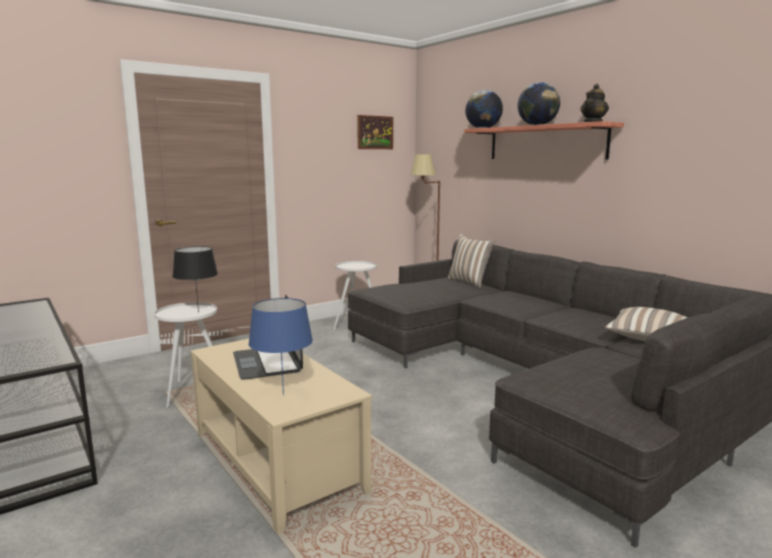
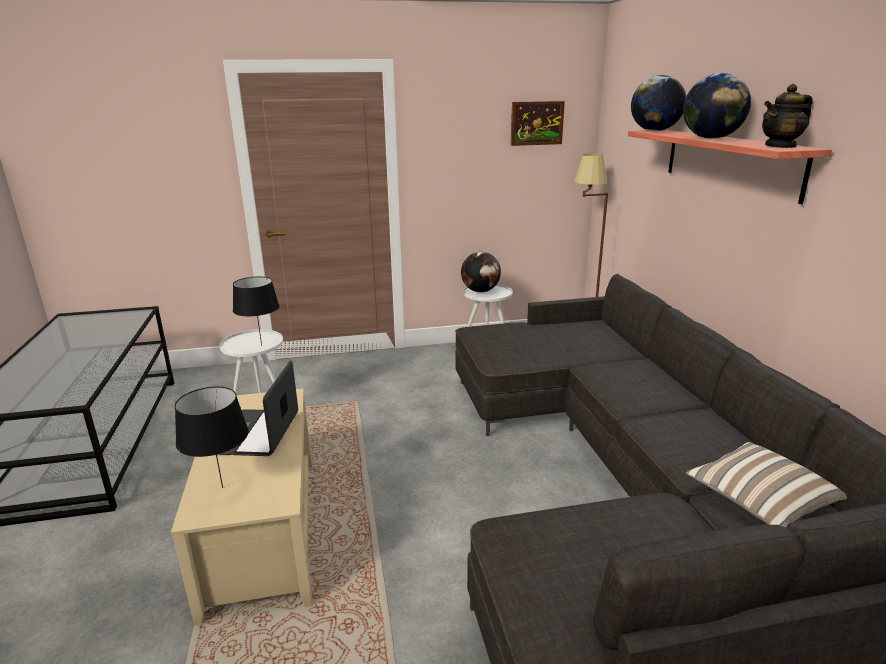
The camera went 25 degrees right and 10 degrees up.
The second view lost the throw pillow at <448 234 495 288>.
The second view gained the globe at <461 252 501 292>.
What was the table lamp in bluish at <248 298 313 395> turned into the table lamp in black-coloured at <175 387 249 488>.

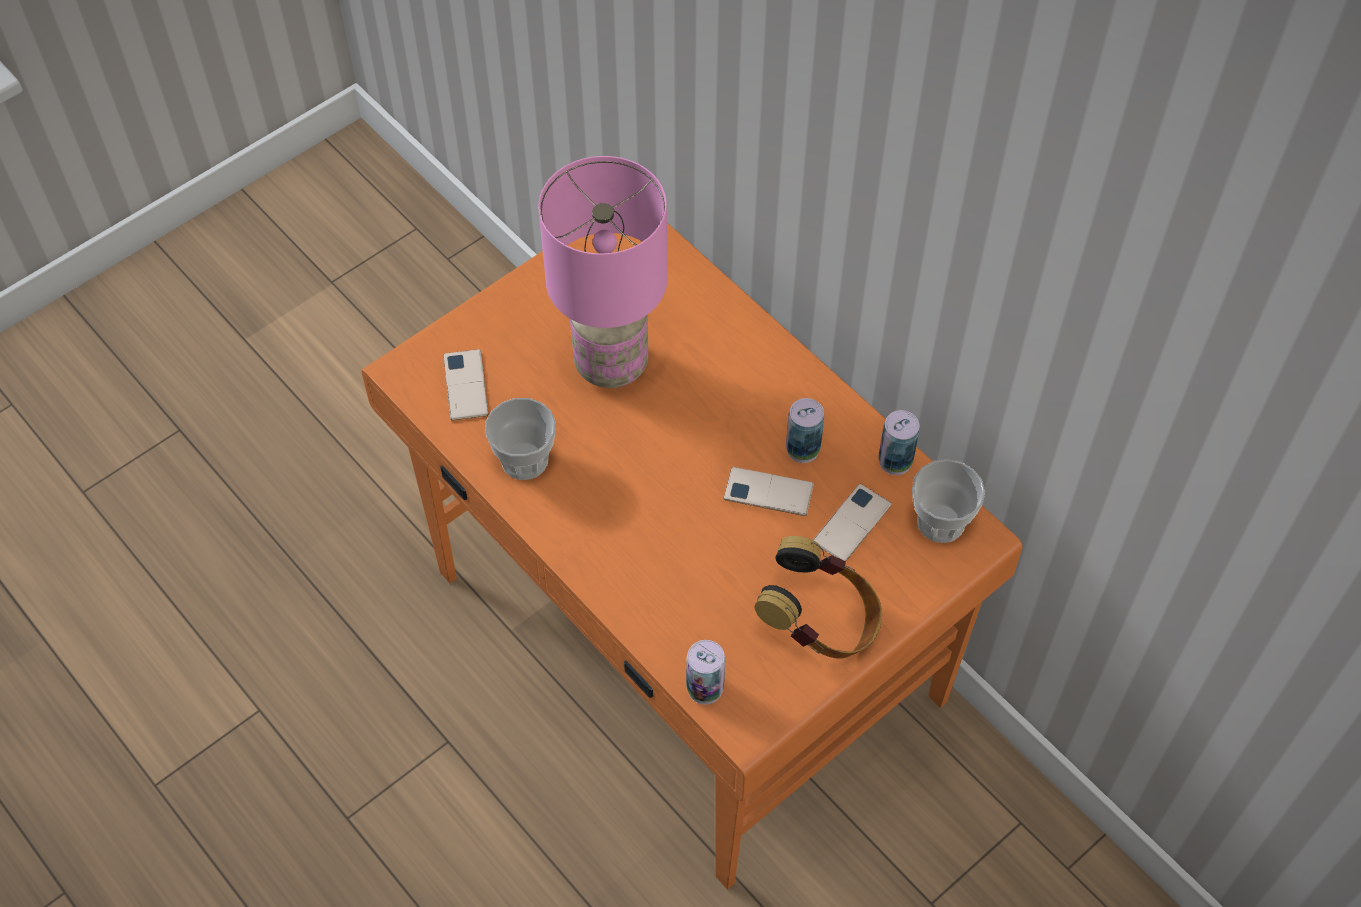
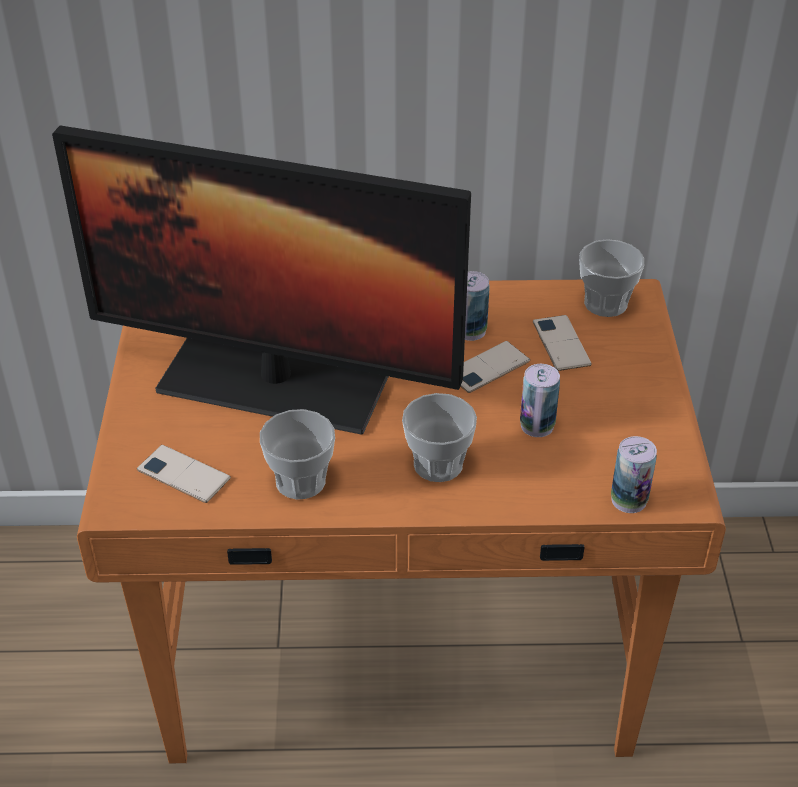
The camera went 50 degrees left and 15 degrees down.
The second view lost the headset at <755 536 882 659>.
The second view gained the drinking cup at <402 393 477 482>.
The metal can ended up elsewhere, having gone from <879 410 920 475> to <520 364 560 437>.
Where the table lamp in pink-coloured stood at <538 156 668 388>, the computer screen came to stand at <52 126 471 435>.

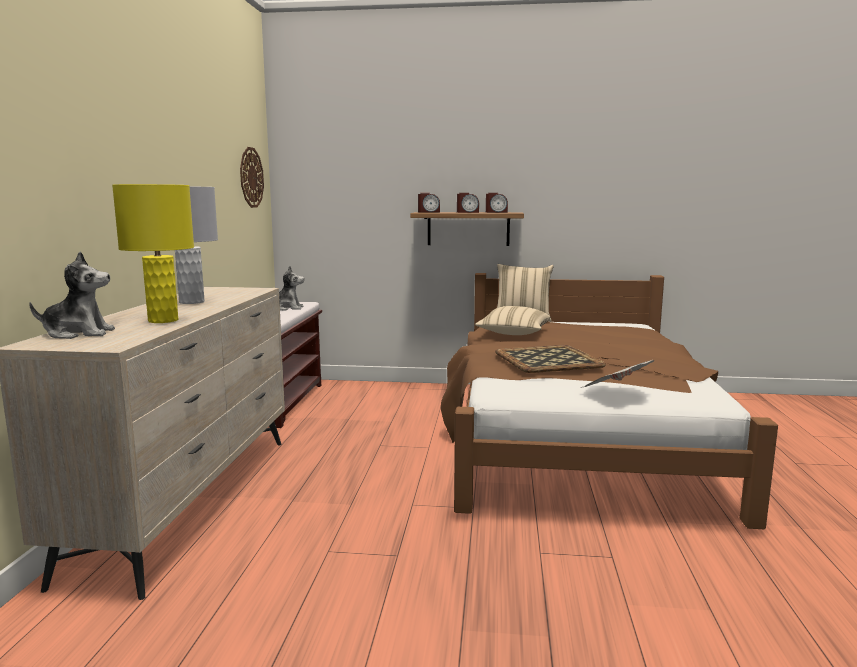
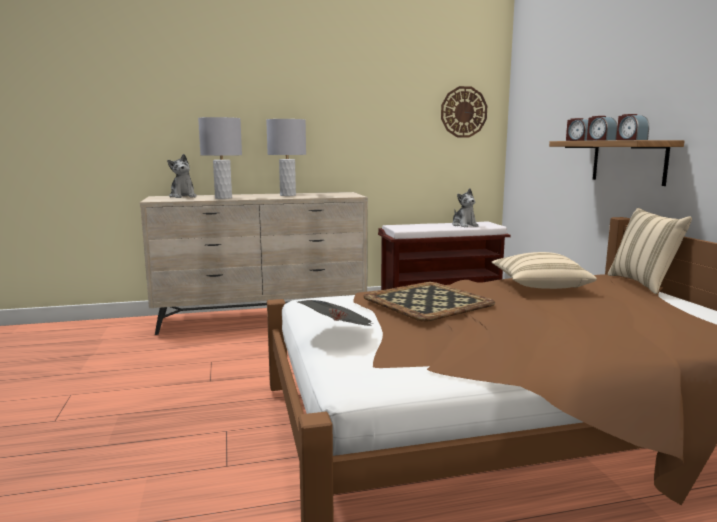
The camera went 70 degrees right and 0 degrees up.
What was the table lamp in yellow at <112 184 194 323> turned into the table lamp in greyish at <198 117 242 199>.

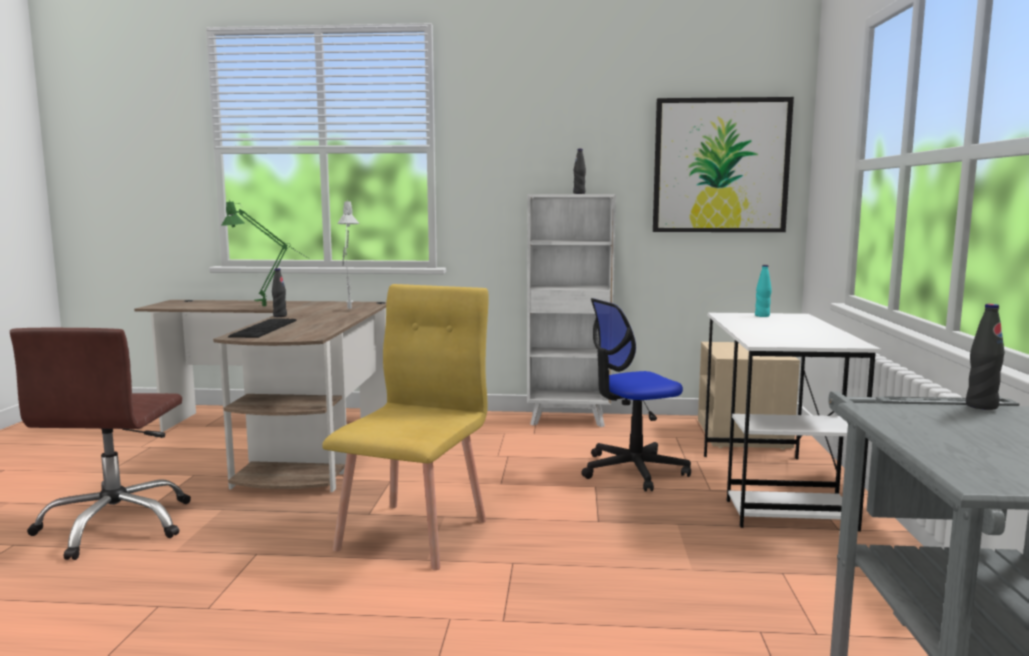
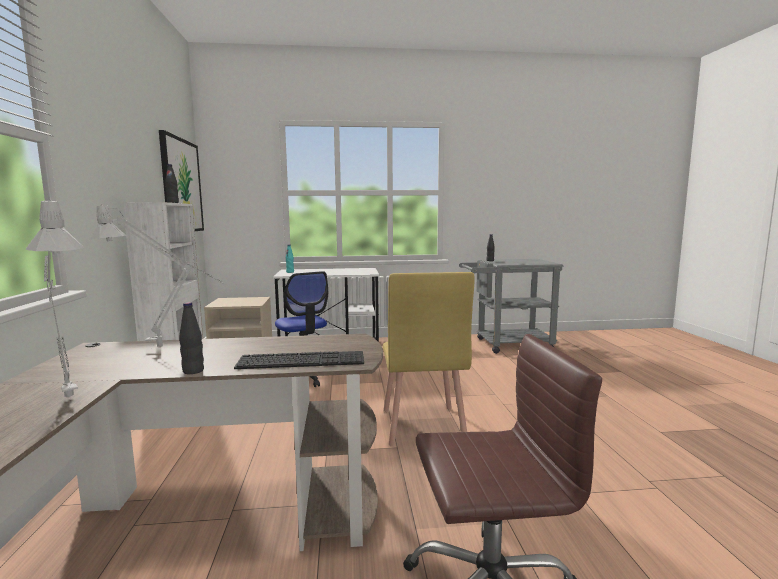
The camera went 100 degrees left and 0 degrees up.
What was the table lamp in green at <221 200 309 306> turned into the table lamp in greyish at <25 197 84 398>.
The chair in yellow at <322 284 489 570> ended up facing another way, 105 degrees counterclockwise from before.

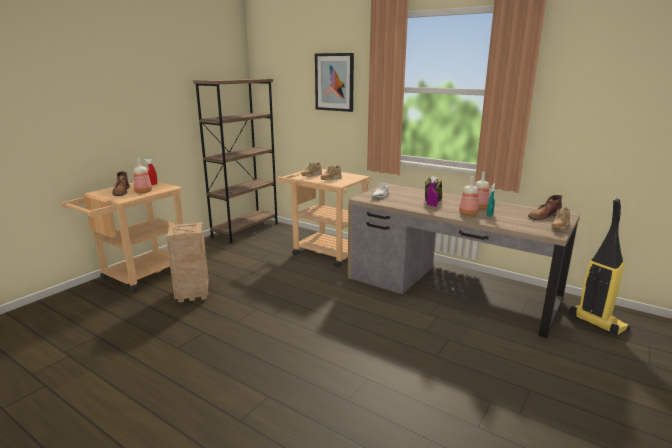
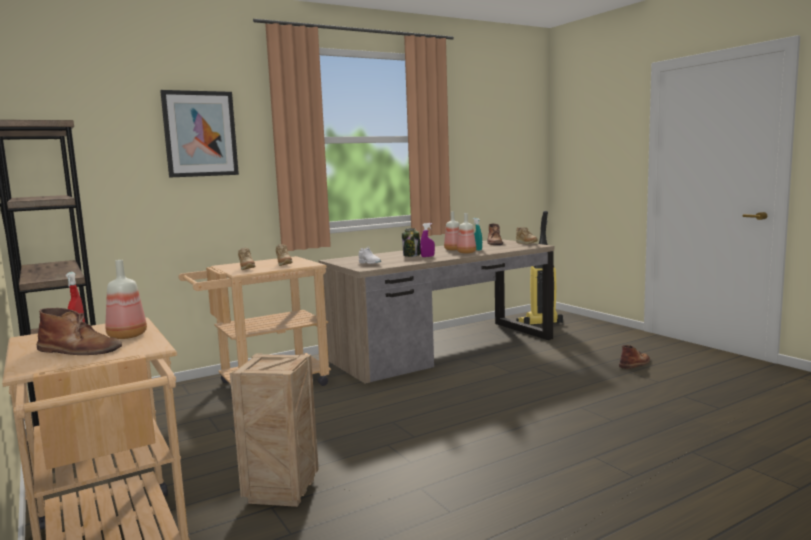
The camera went 65 degrees left and 10 degrees down.
The second view gained the tall boot in brown at <619 345 650 369>.

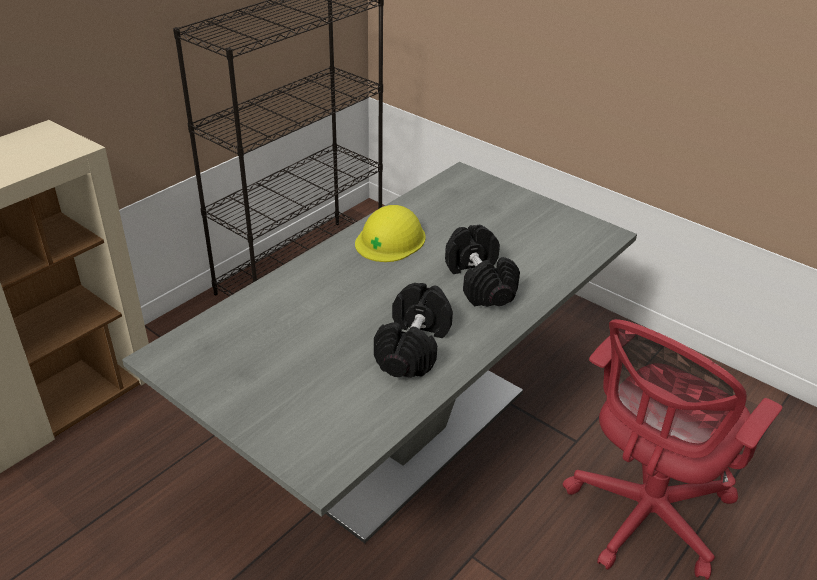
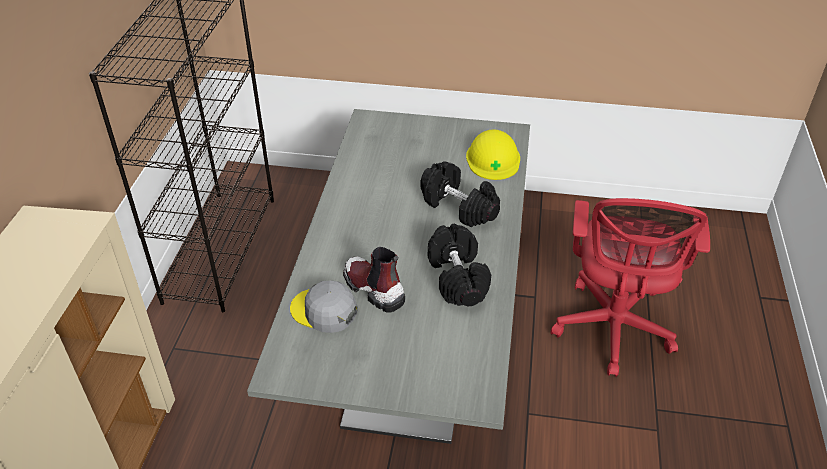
The camera went 30 degrees left and 5 degrees up.
The second view gained the peaked cap in greyish at <290 281 357 333>.
The second view gained the tall boot at <343 247 405 312>.
The safety helmet in yellow ended up elsewhere, having gone from <355 205 426 262> to <466 129 520 180>.

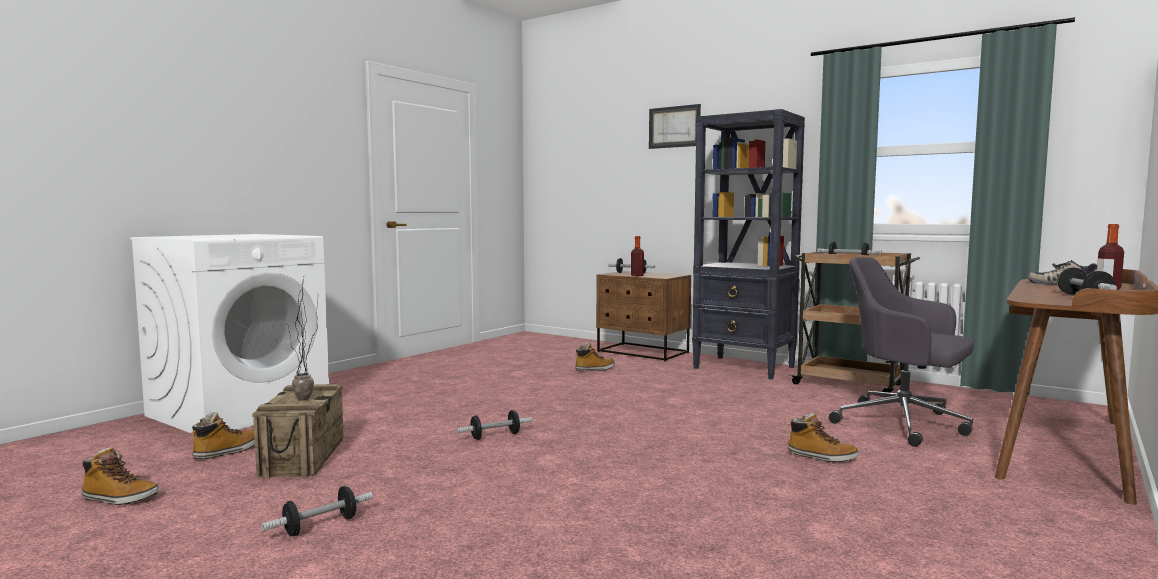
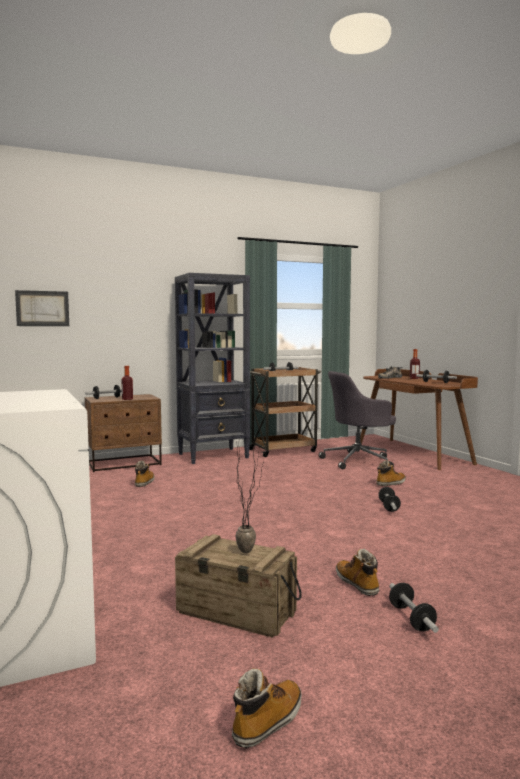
The camera went 60 degrees left and 0 degrees up.
The tall boot ended up elsewhere, having gone from <191 412 255 459> to <336 549 379 596>.
The hand weight ended up elsewhere, having gone from <457 410 532 440> to <378 487 401 512>.
The wall picture ended up elsewhere, having gone from <649 104 701 149> to <15 290 69 326>.

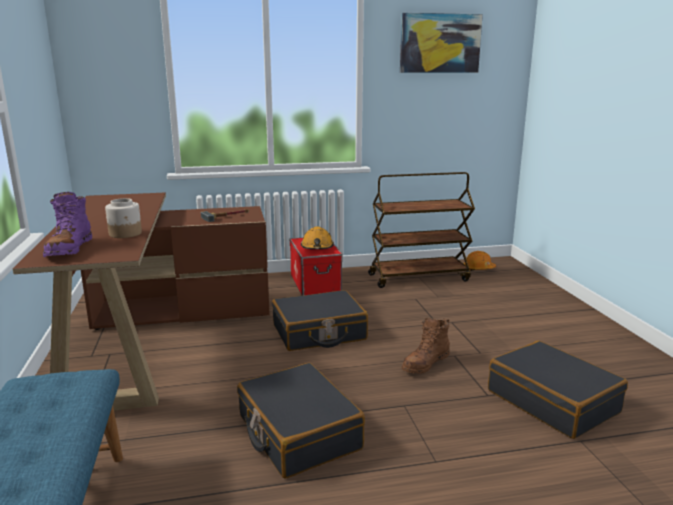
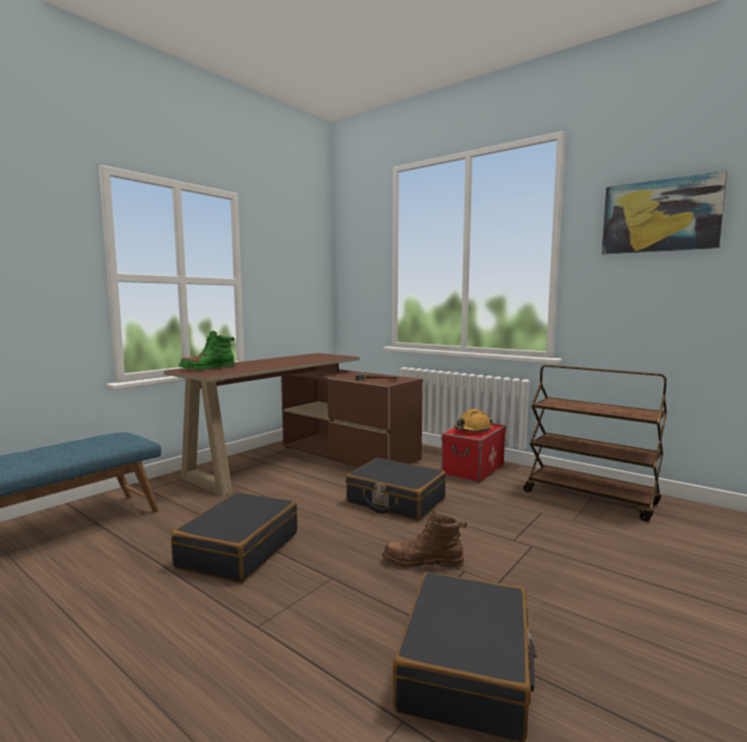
The camera went 50 degrees right and 10 degrees down.
The second view lost the jar at <105 198 142 238>.
The second view lost the safety helmet in orange at <463 251 496 271>.
What was the tall boot in purple-coloured at <43 192 92 257> turned into the tall boot in green at <179 331 235 370>.

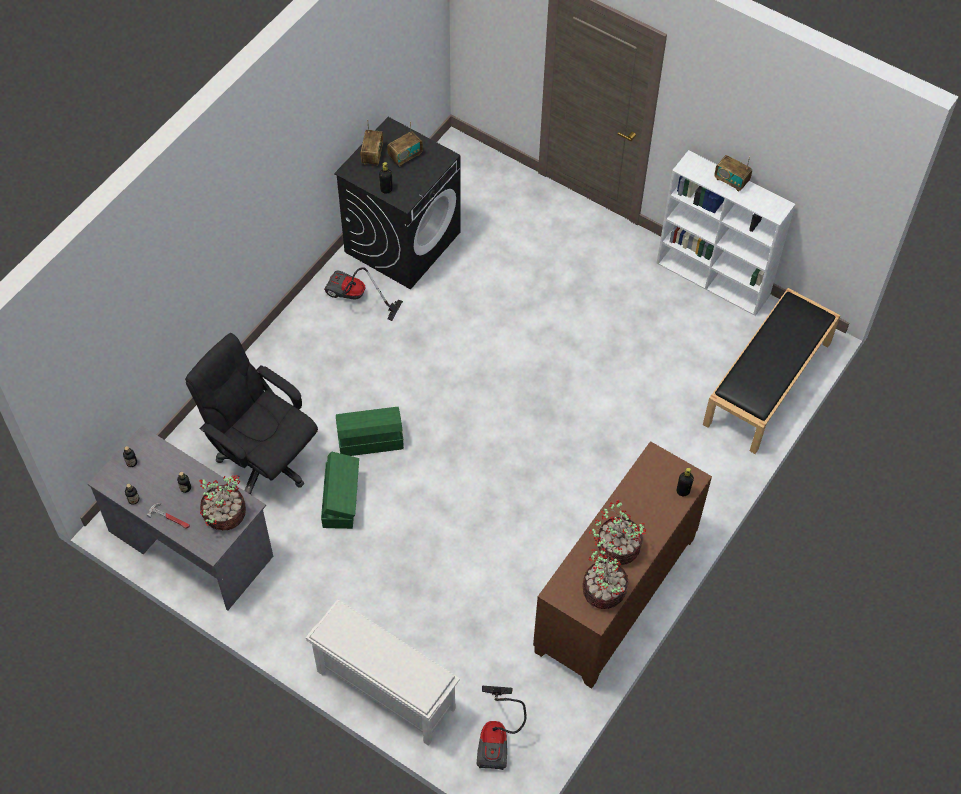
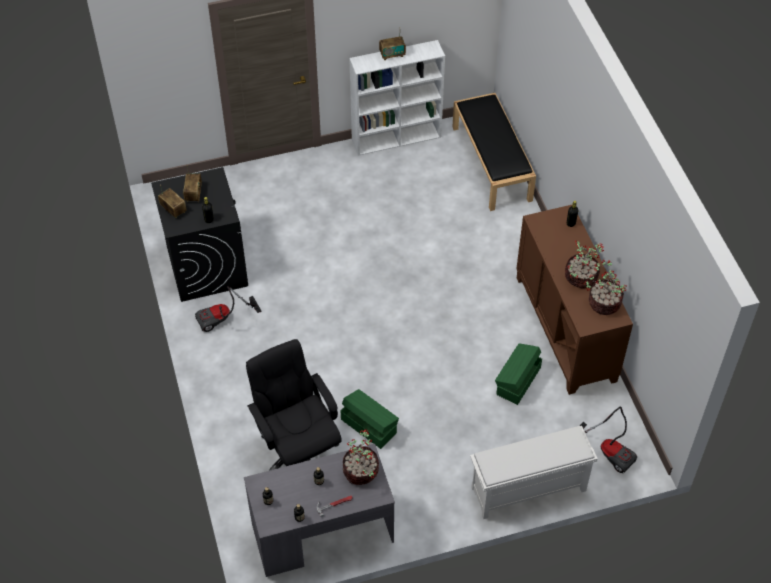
The camera went 50 degrees left and 5 degrees down.
The storage container in green ended up elsewhere, having gone from <336 407 404 456> to <495 344 542 405>.
The office chair in black-coloured at <185 333 318 495> ended up facing another way, 75 degrees clockwise from before.

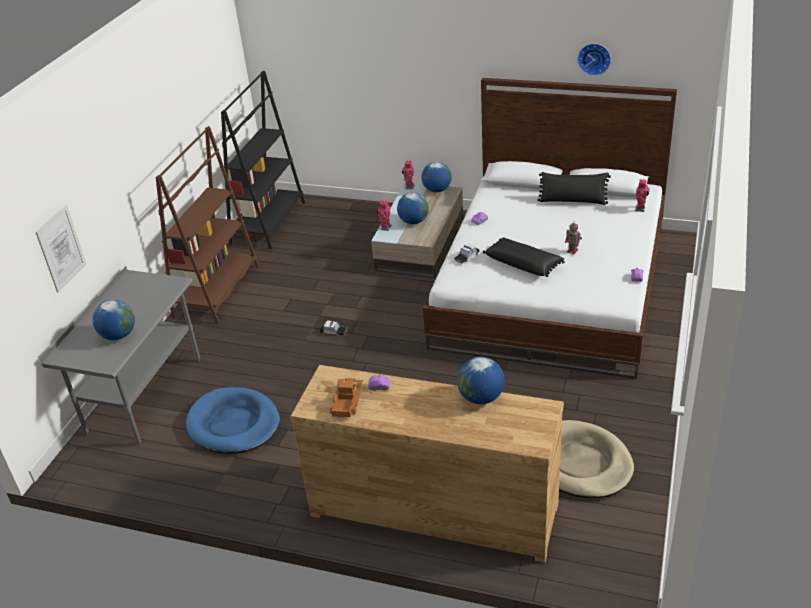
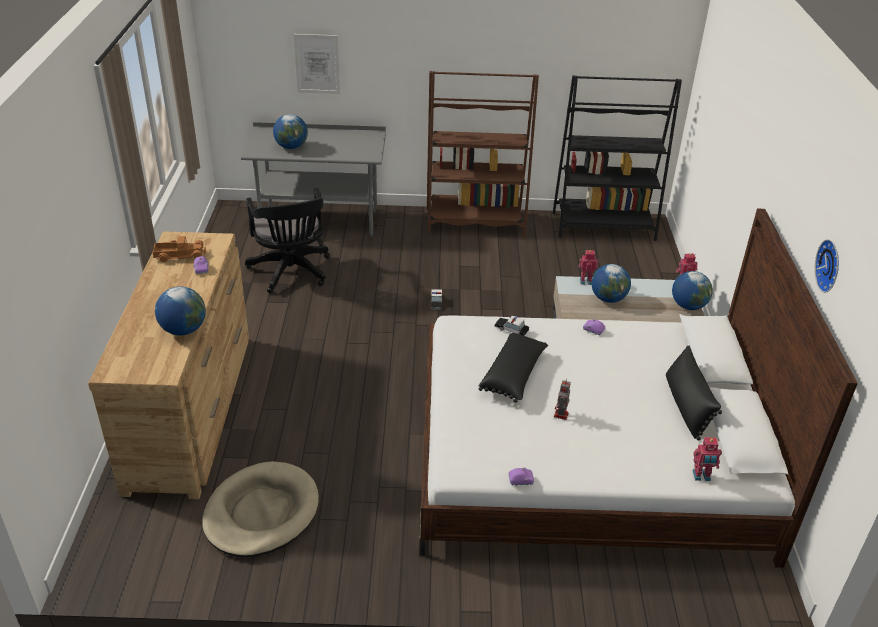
The camera went 70 degrees right and 0 degrees up.
Where the pet bed in bluish stood at <186 387 280 454>, the office chair in black-coloured came to stand at <245 188 330 293>.

